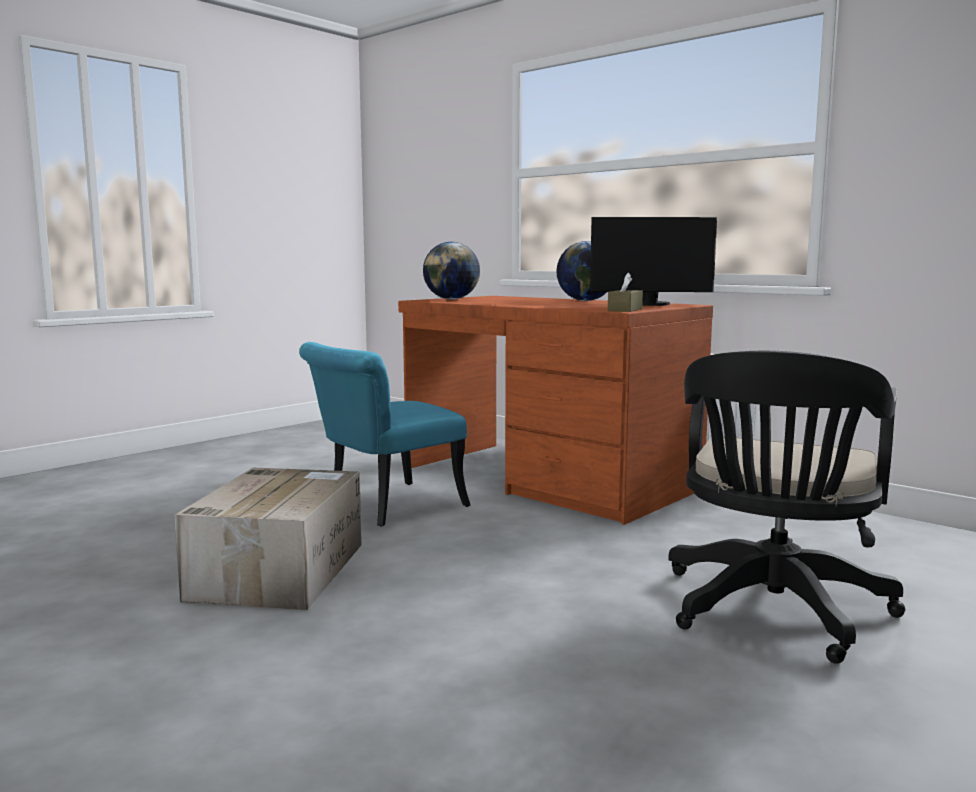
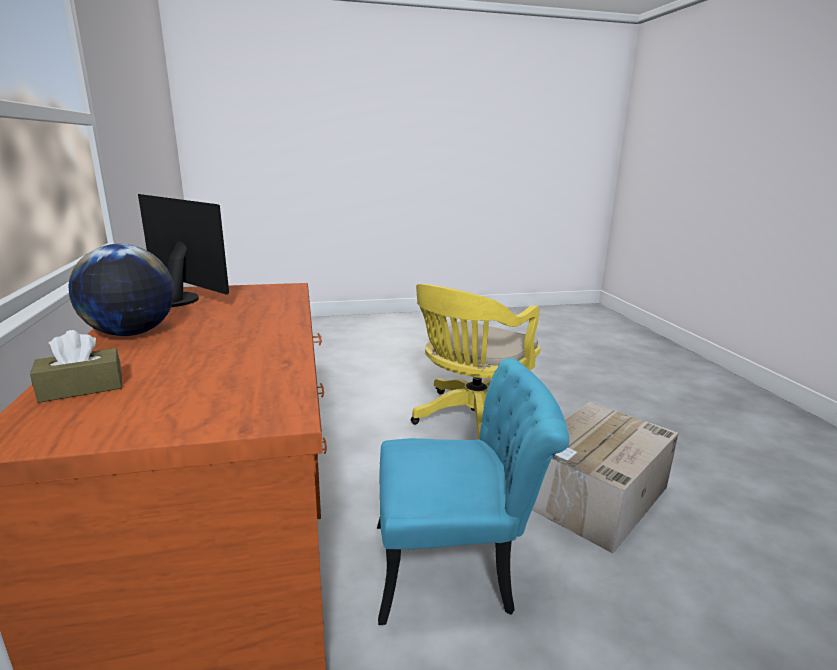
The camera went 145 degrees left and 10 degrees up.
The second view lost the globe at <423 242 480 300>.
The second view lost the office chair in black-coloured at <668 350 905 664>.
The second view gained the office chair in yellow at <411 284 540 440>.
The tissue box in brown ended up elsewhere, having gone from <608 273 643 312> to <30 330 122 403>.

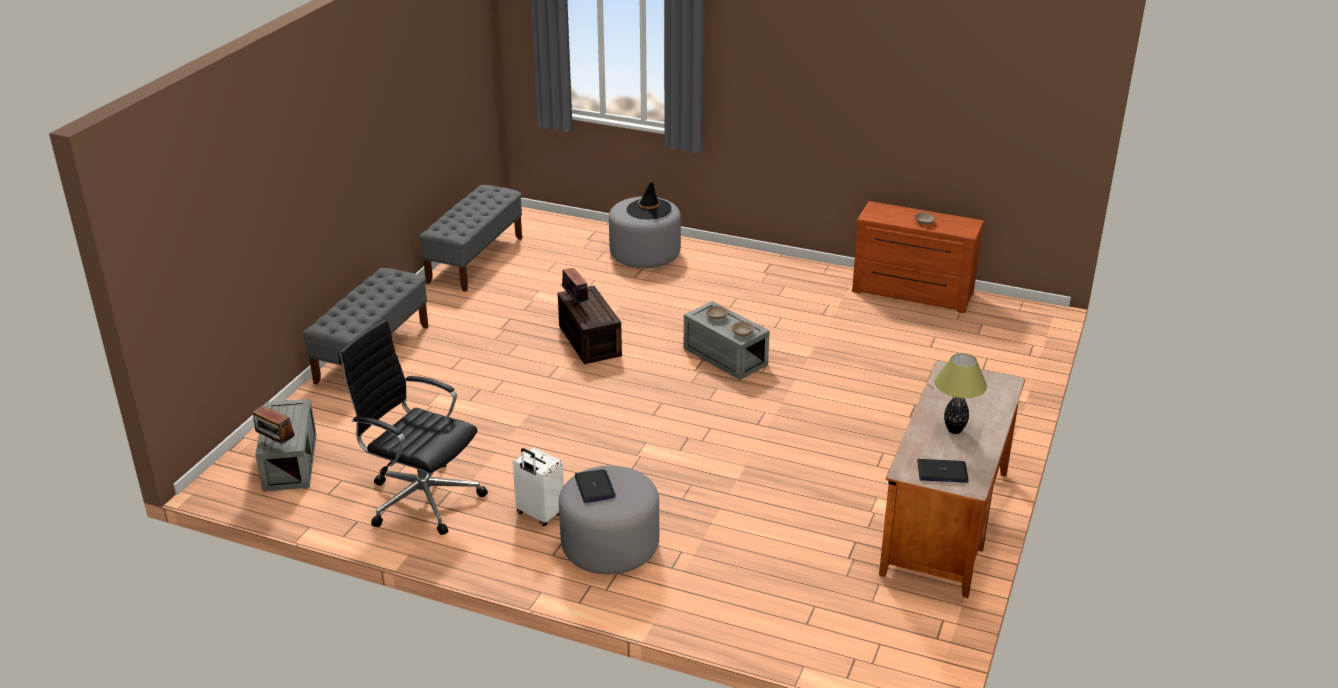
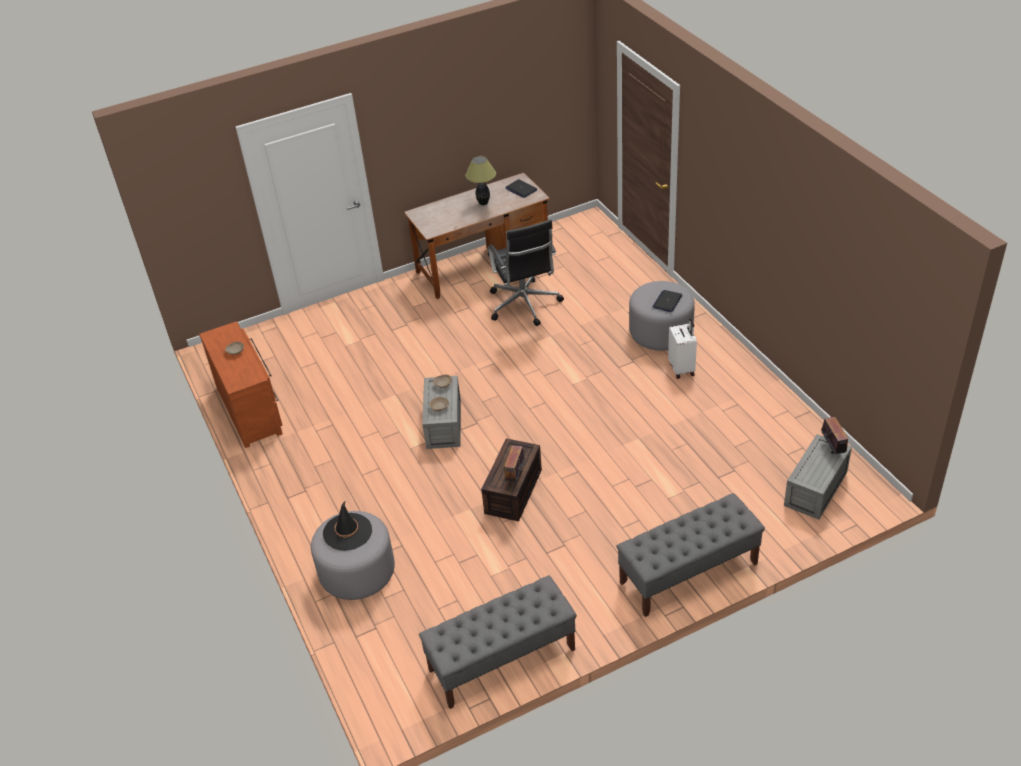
The camera went 135 degrees left and 10 degrees up.
The office chair in black-coloured ended up elsewhere, having gone from <339 320 488 535> to <488 219 564 326>.

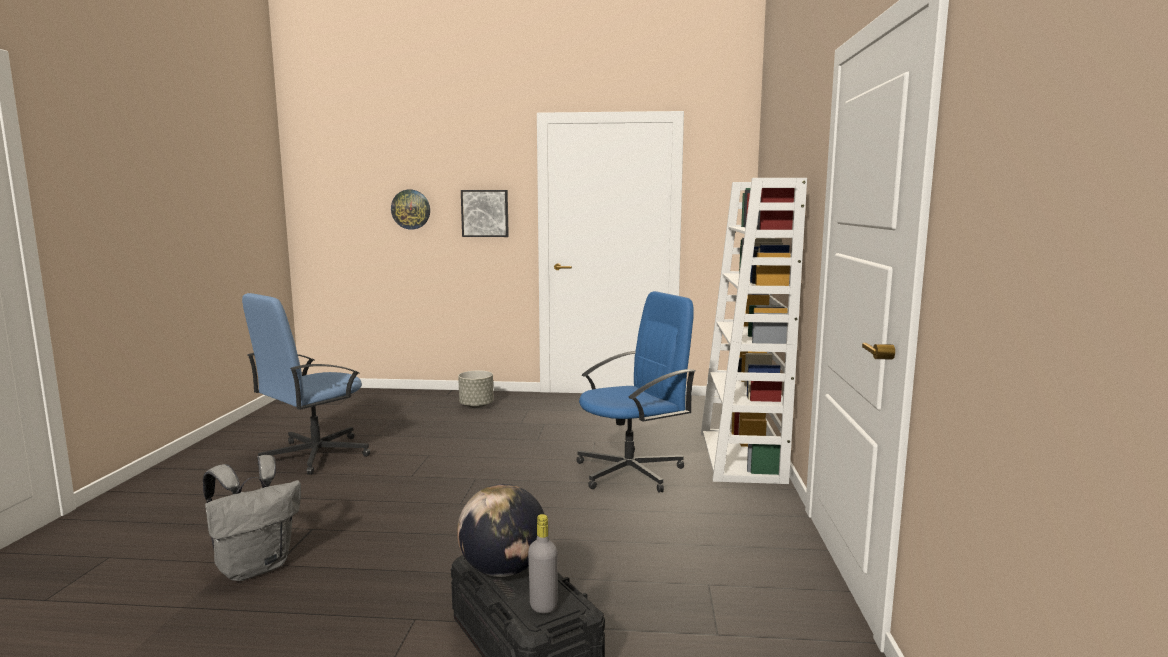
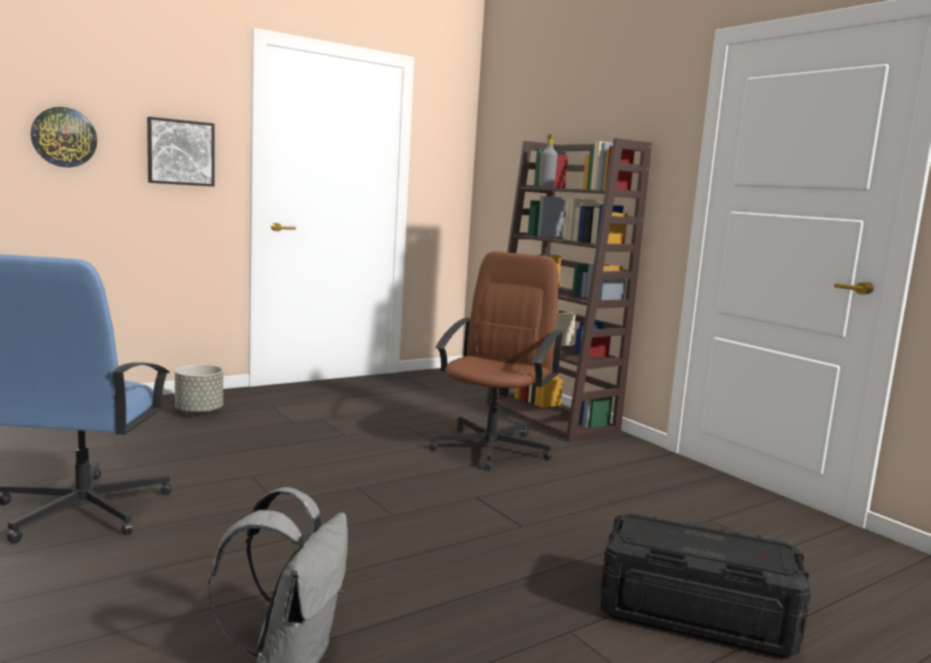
The camera went 40 degrees left and 0 degrees up.
The second view lost the globe at <457 484 544 577>.
The beverage bottle in greyish ended up elsewhere, having gone from <528 514 558 613> to <539 134 558 188>.
What was the office chair in bluish at <576 291 695 493> turned into the office chair in brown at <429 251 564 470>.
What was the shelving unit in white-coloured at <701 178 807 484> turned into the shelving unit in brown at <486 138 652 442>.

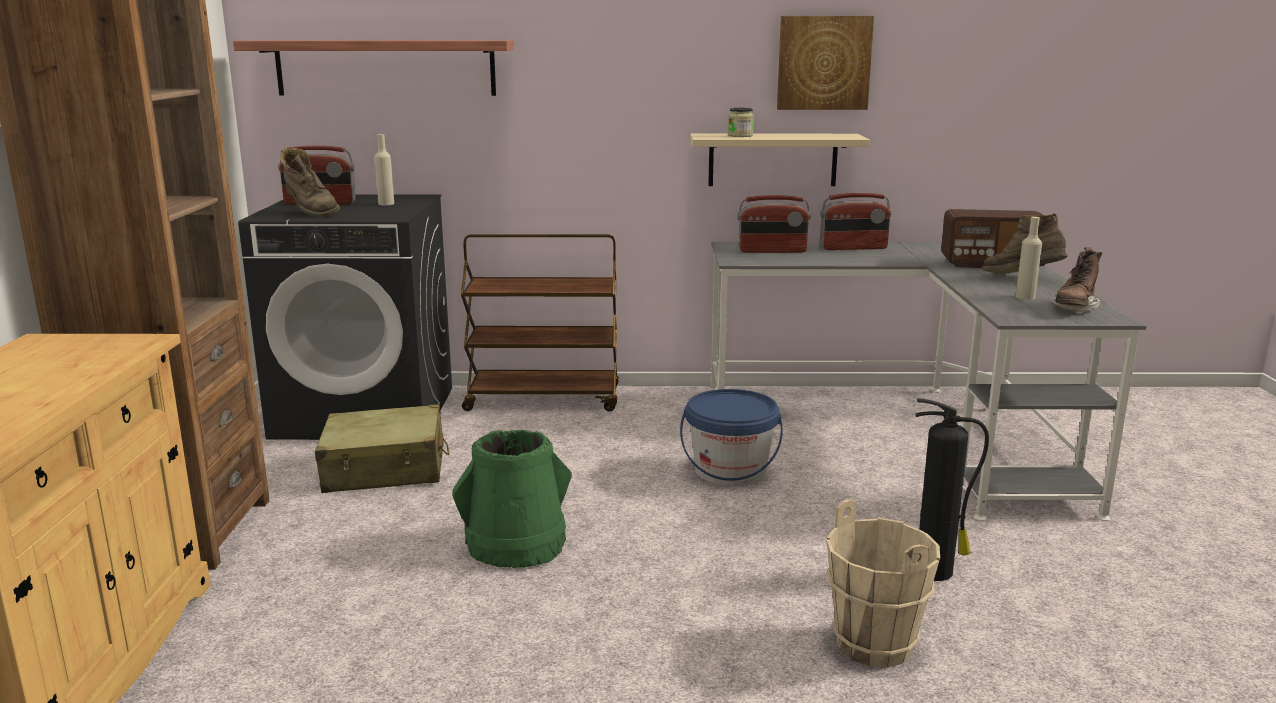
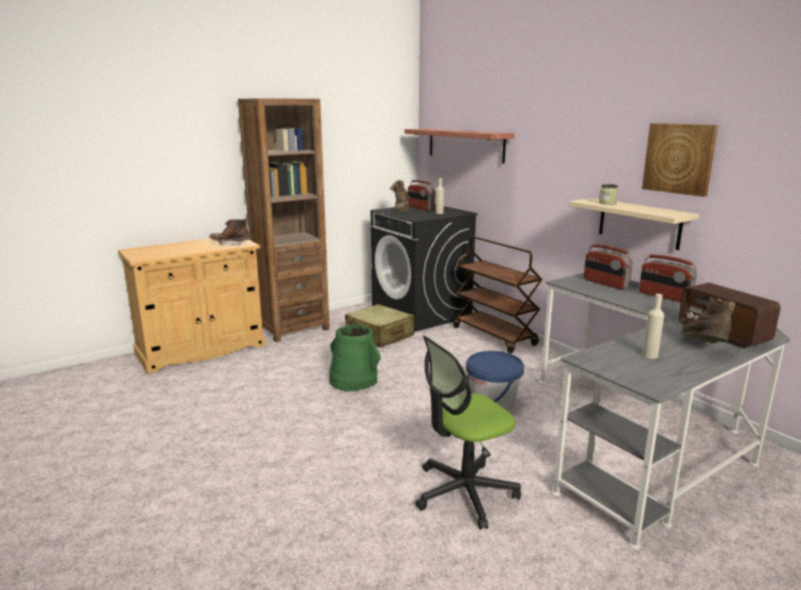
The camera went 55 degrees right and 0 degrees up.
The second view lost the water bucket in sand-coloured at <826 499 940 668>.
The tall boot in brown ended up elsewhere, having gone from <1051 247 1102 312> to <209 218 249 246>.
Where the fire-fighting cylinder stood at <915 398 989 581>, the office chair came to stand at <415 335 521 530>.

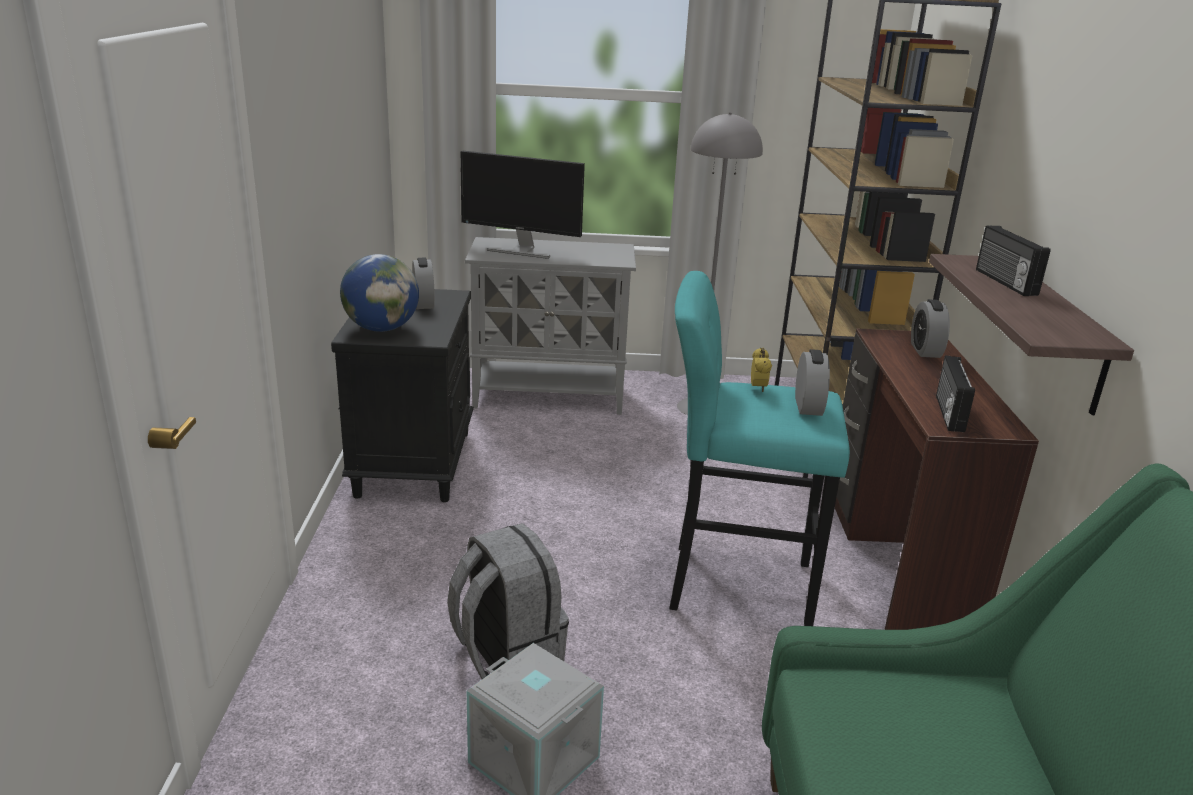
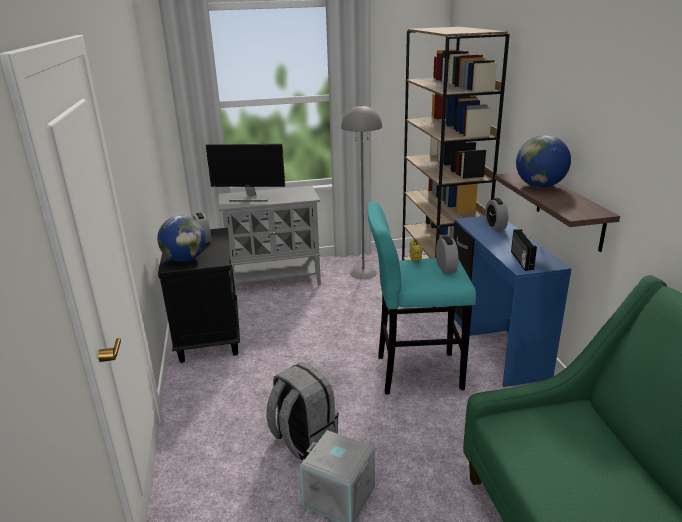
The camera went 10 degrees left and 0 degrees up.
Where the radio stood at <976 226 1051 296>, the globe came to stand at <516 135 571 188>.
What was the desk unit in brown at <835 328 1039 630> turned into the desk unit in bluish at <453 216 571 387>.

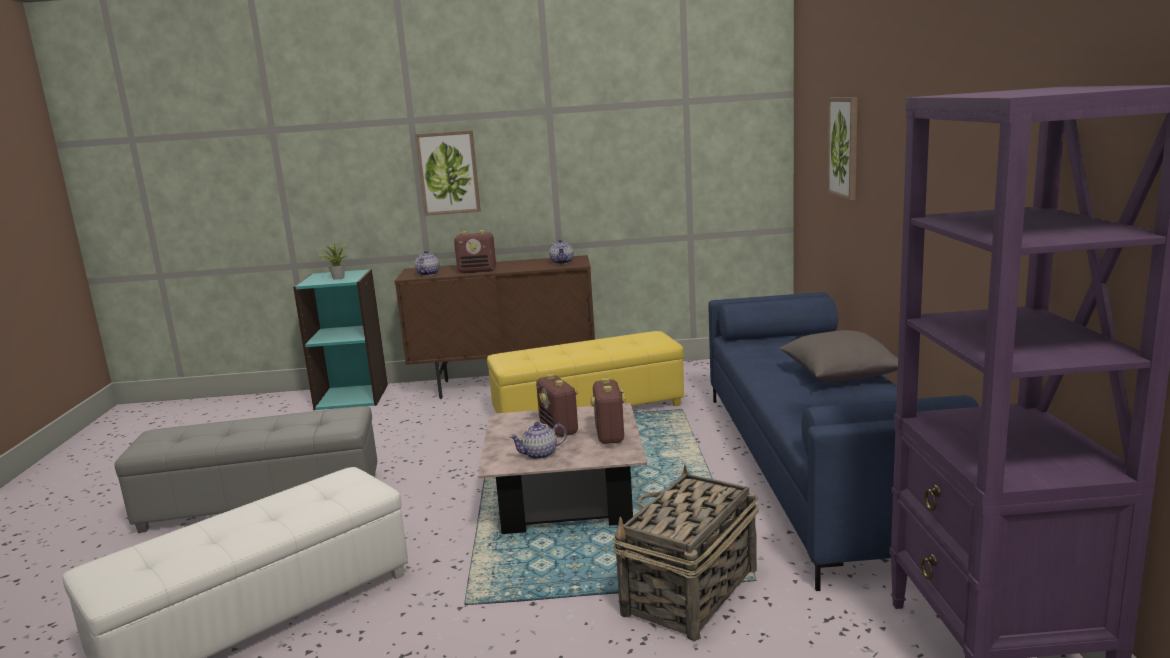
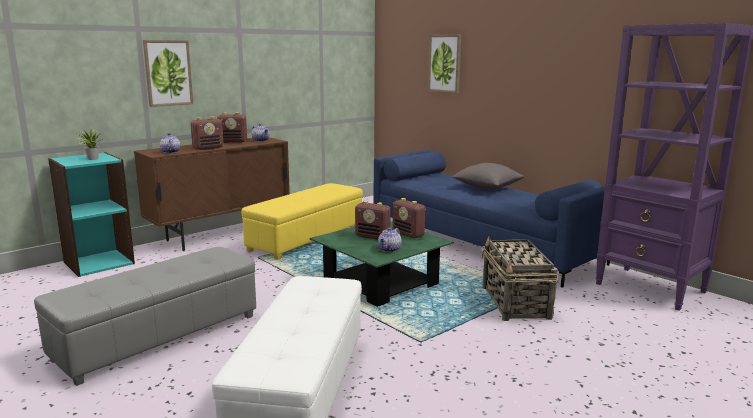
The camera went 40 degrees left and 0 degrees up.
The second view gained the radio at <217 113 247 143>.
What was the coffee table in pink-coloured at <478 403 647 534> turned into the coffee table in green at <310 221 454 307>.

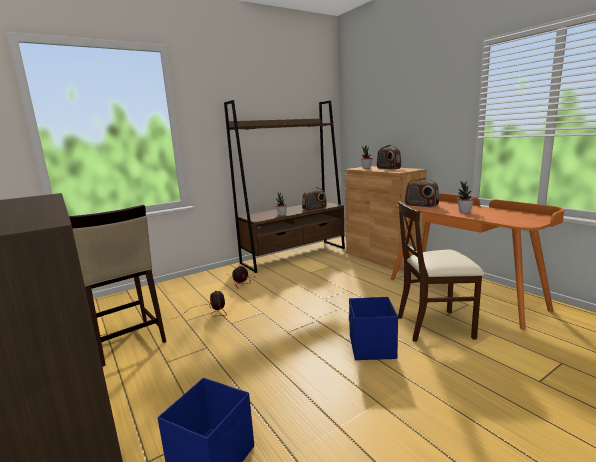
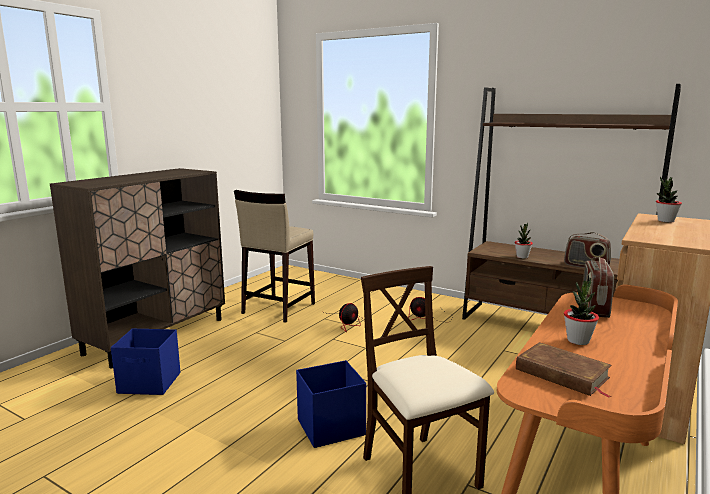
The camera went 65 degrees right and 0 degrees up.
The second view lost the radio at <377 145 401 170>.
The second view gained the bound book in brown at <516 342 611 398>.

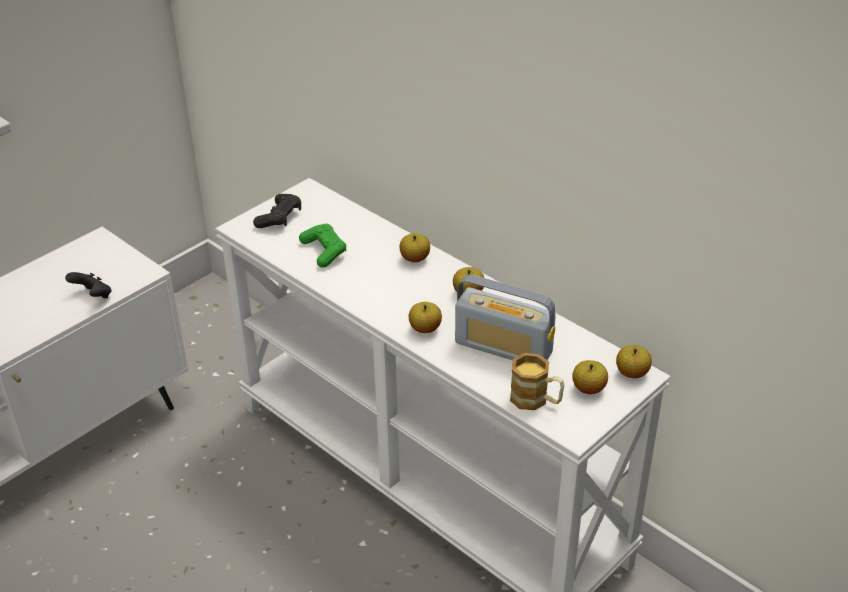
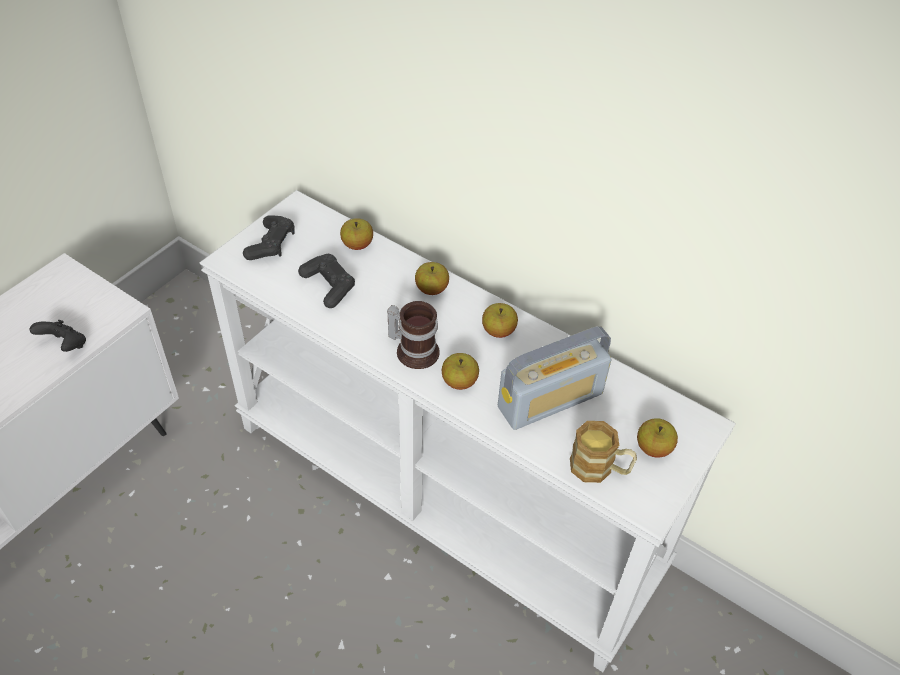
The camera went 10 degrees left and 10 degrees up.
The second view gained the coffee mug at <387 301 440 369>.
The whole apple ended up elsewhere, having gone from <616 345 652 378> to <340 218 373 250>.
What was the joypad in green at <299 224 346 268> turned into the joypad in black-coloured at <298 254 355 308>.
The radio at <455 275 556 360> ended up facing another way, 45 degrees counterclockwise from before.

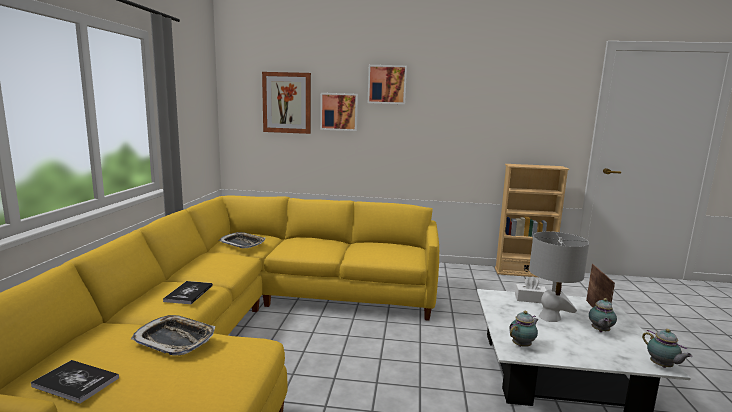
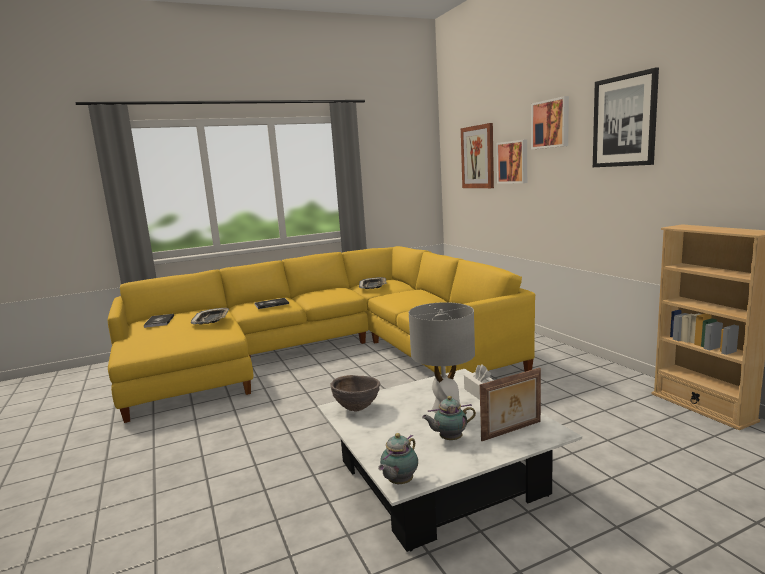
The camera went 60 degrees right and 0 degrees up.
The second view gained the wall picture at <593 67 659 167>.
Where the tea pot stood at <510 311 539 347>, the serving bowl in brown came to stand at <330 375 380 412>.

